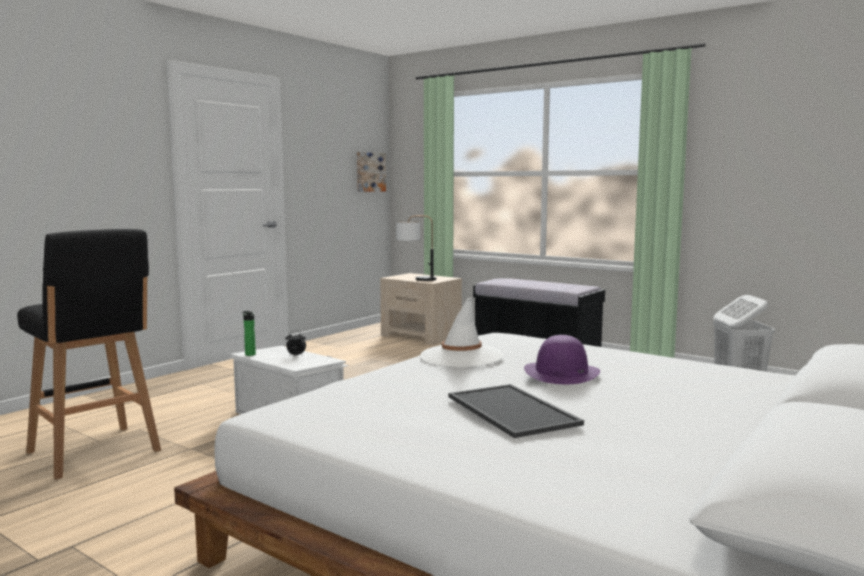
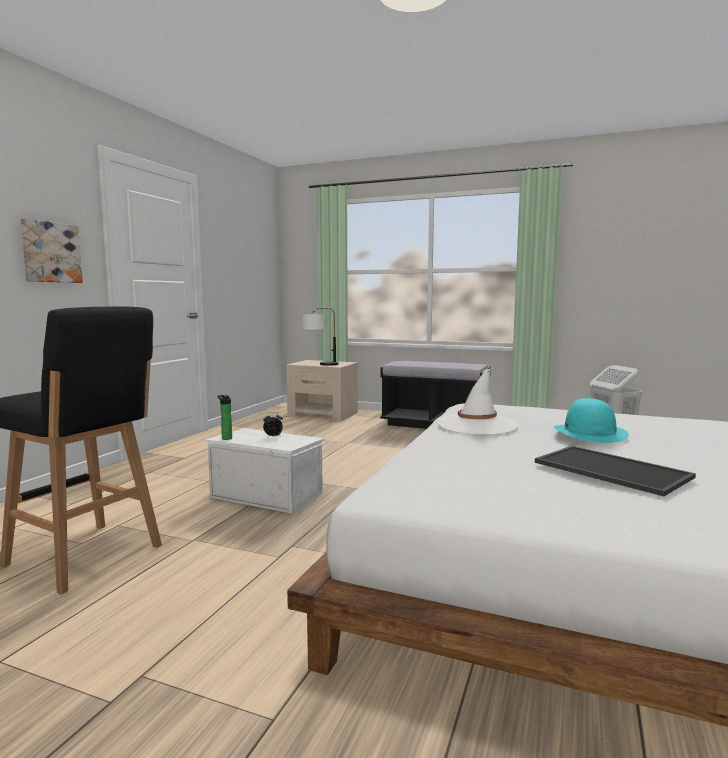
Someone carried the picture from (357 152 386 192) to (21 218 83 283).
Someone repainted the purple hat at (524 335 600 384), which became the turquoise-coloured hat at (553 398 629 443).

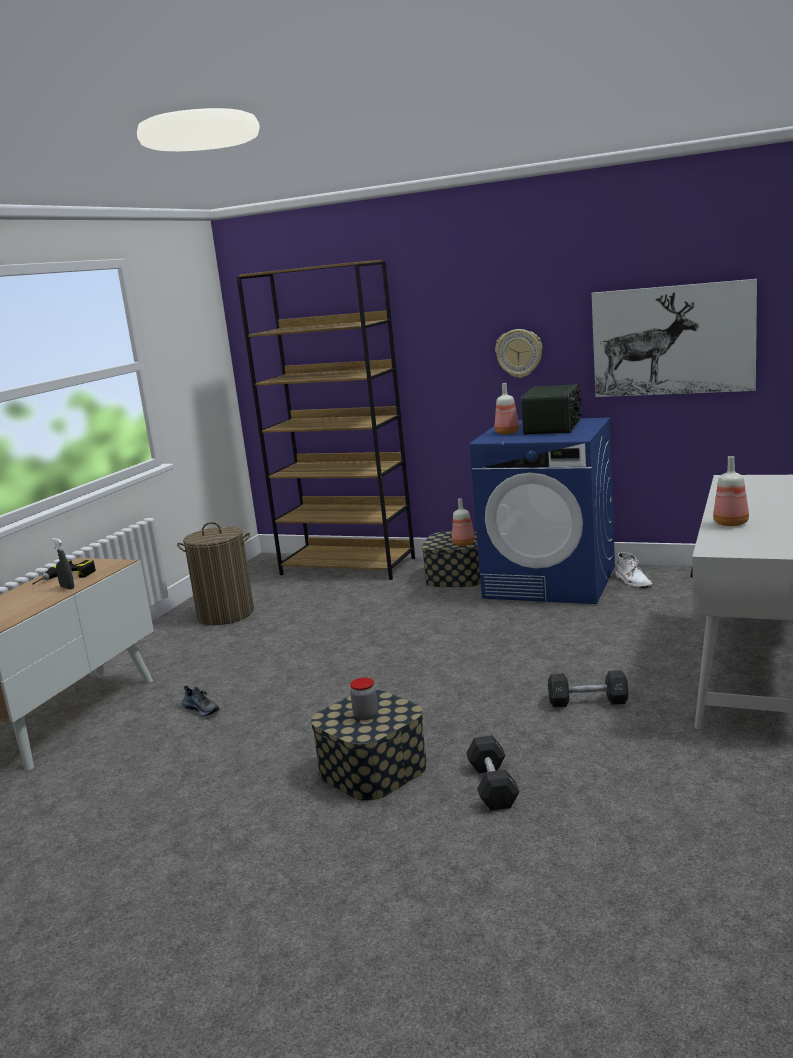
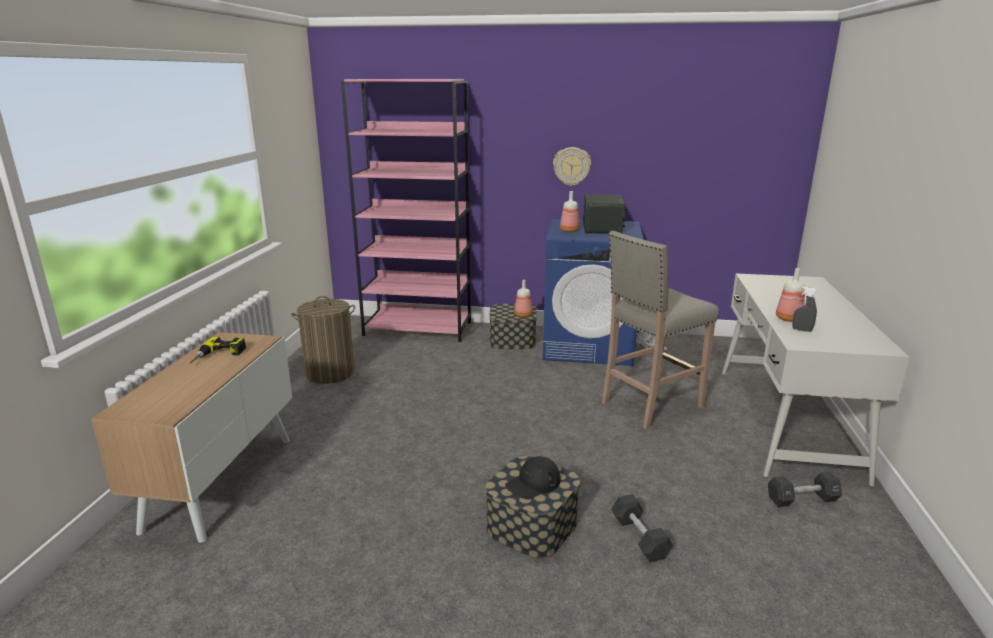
Someone repainted the brownish bookcase at (237 260 415 580), which became the pinkish bookcase at (341 79 471 342).
Someone took away the picture at (592 279 757 397).
Someone carried the grey sprayer from (52 538 74 590) to (793 286 817 332).
Someone carried the black-coloured free weight from (548 670 628 707) to (768 472 842 507).
Someone swapped the storage jar at (350 678 378 720) for the black-coloured peaked cap at (505 456 560 499).
Someone took away the item of footwear at (181 685 220 717).
Someone put down the beige stool at (602 231 719 429).

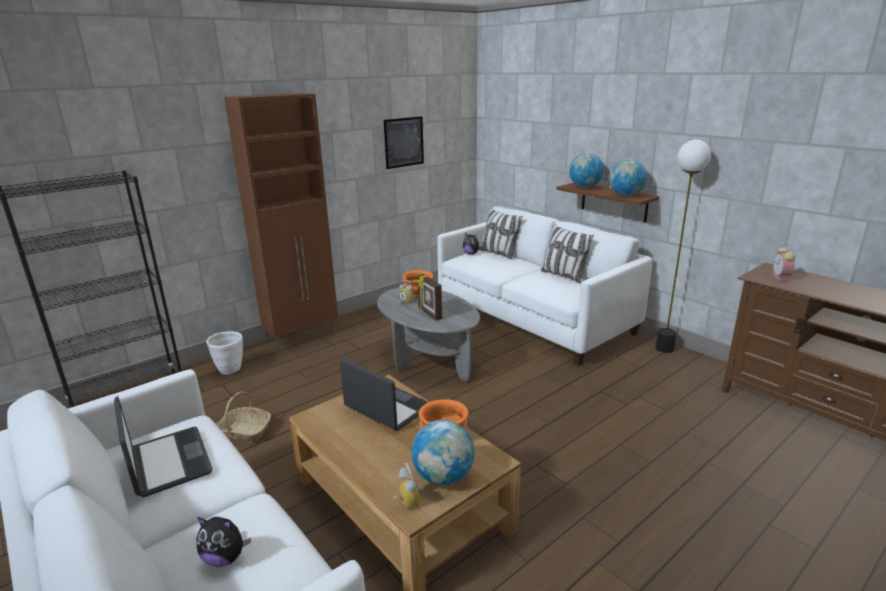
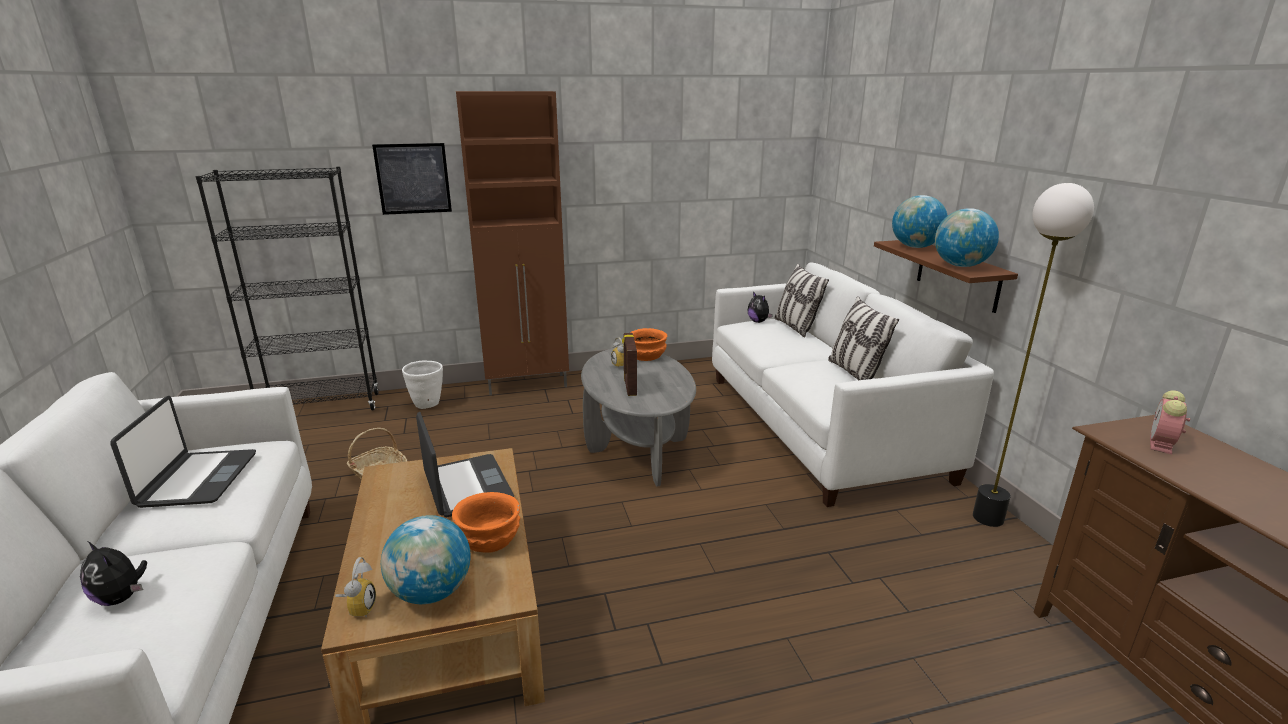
Someone carried the picture from (384 116 424 169) to (372 143 452 215).

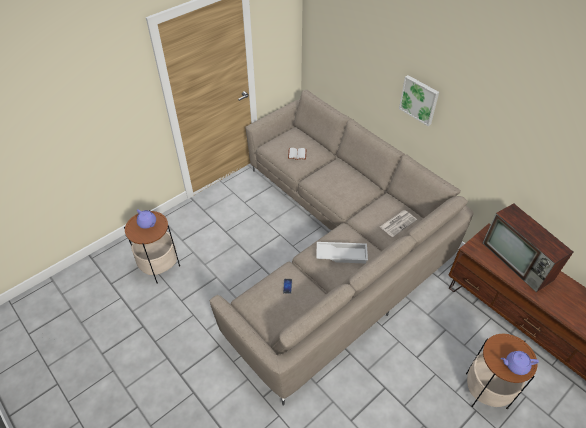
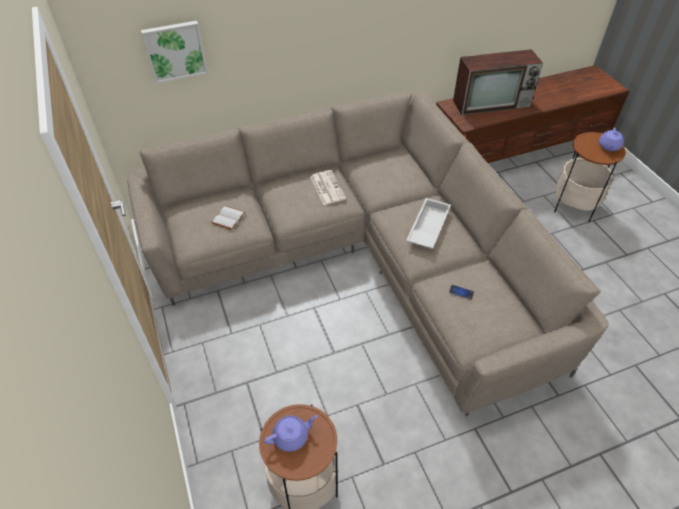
Someone carried the picture from (399 75 439 126) to (141 21 208 84).
Someone carried the daily paper from (380 210 417 237) to (310 170 346 205).

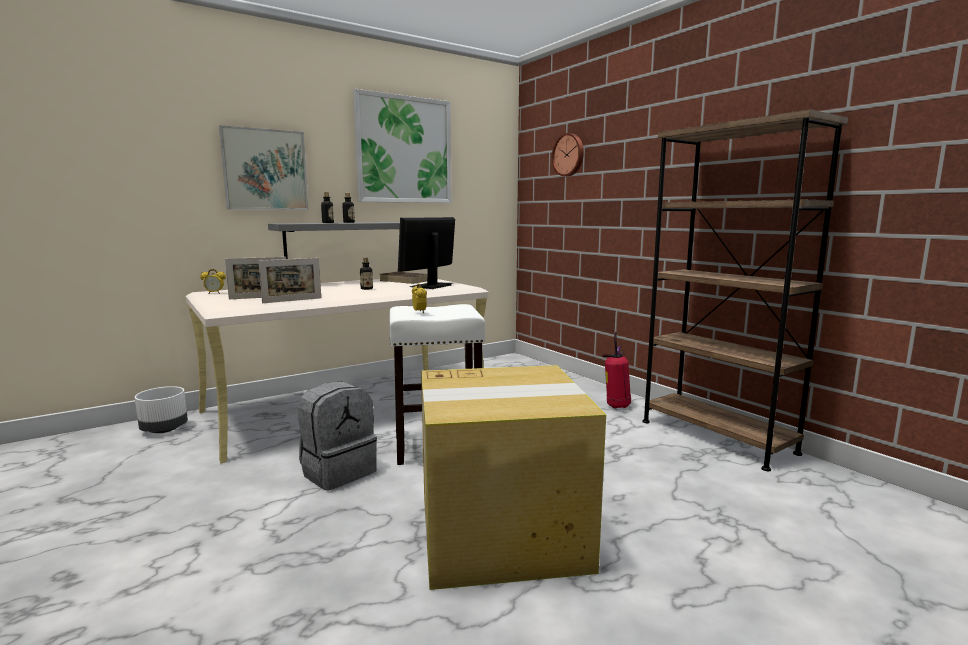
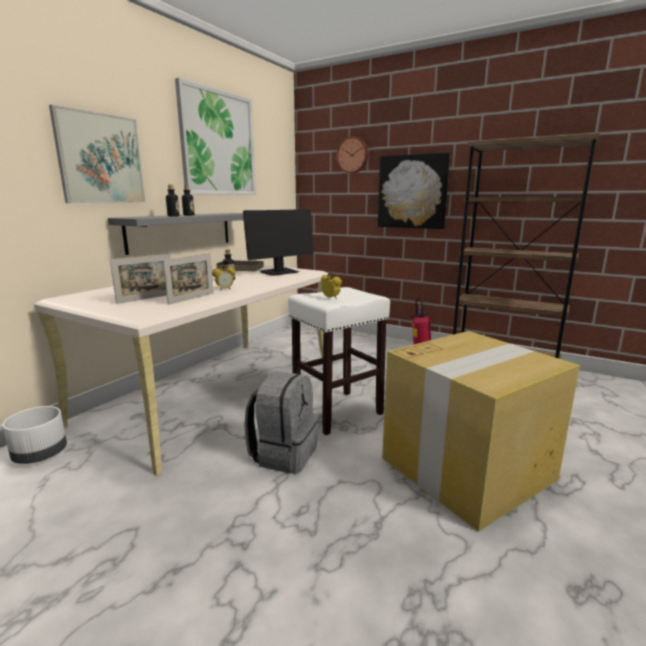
Someone rotated the computer display at (398 217 455 289) by 135 degrees counterclockwise.
Someone carried the bedside clock from (200 269 226 294) to (212 265 235 290).
Someone put up the picture at (378 152 450 229).

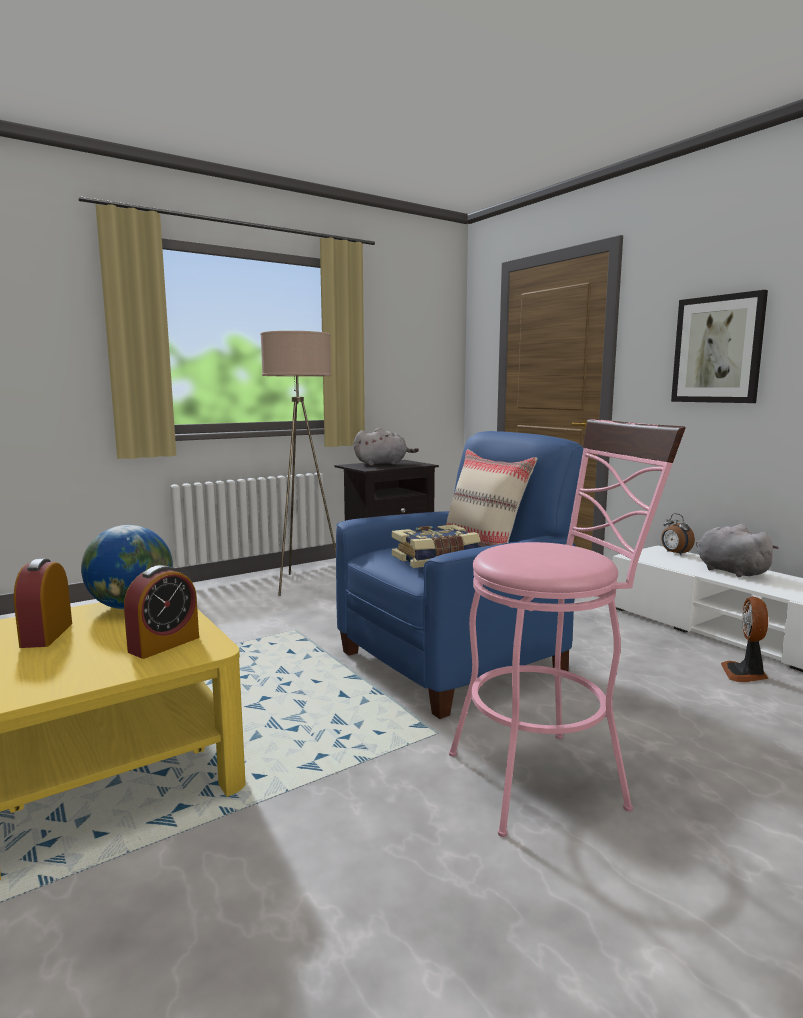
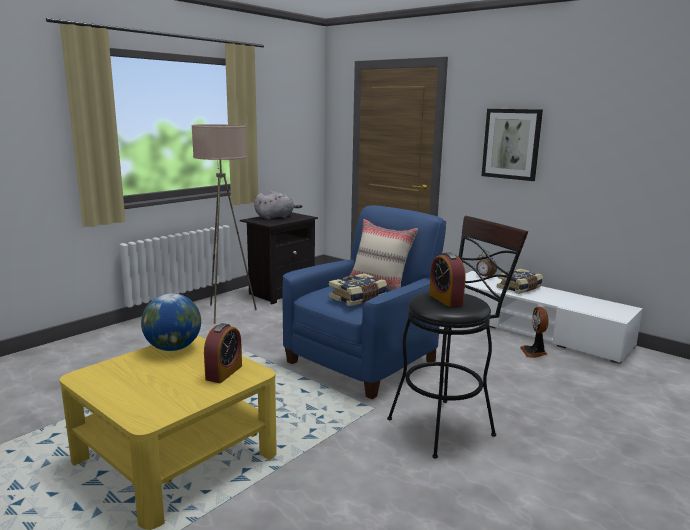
Someone repainted the pinkish stool at (449 419 686 837), which became the black-coloured stool at (387 216 528 459).
Someone swapped the grey soft toy at (696 524 778 577) for the volume at (497 269 543 294).
Someone carried the bedside clock from (14 559 72 648) to (429 252 466 307).

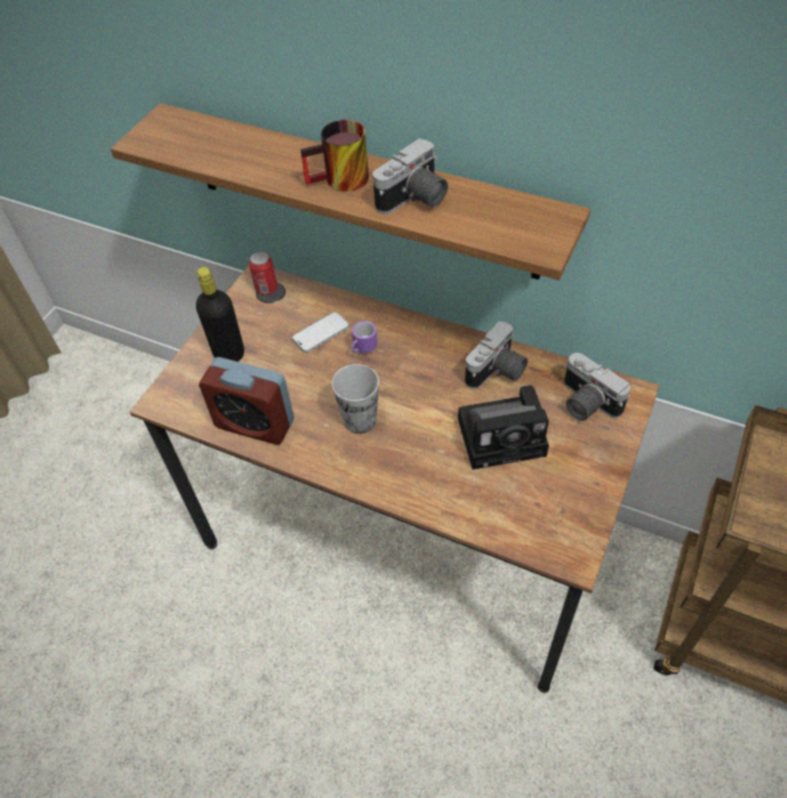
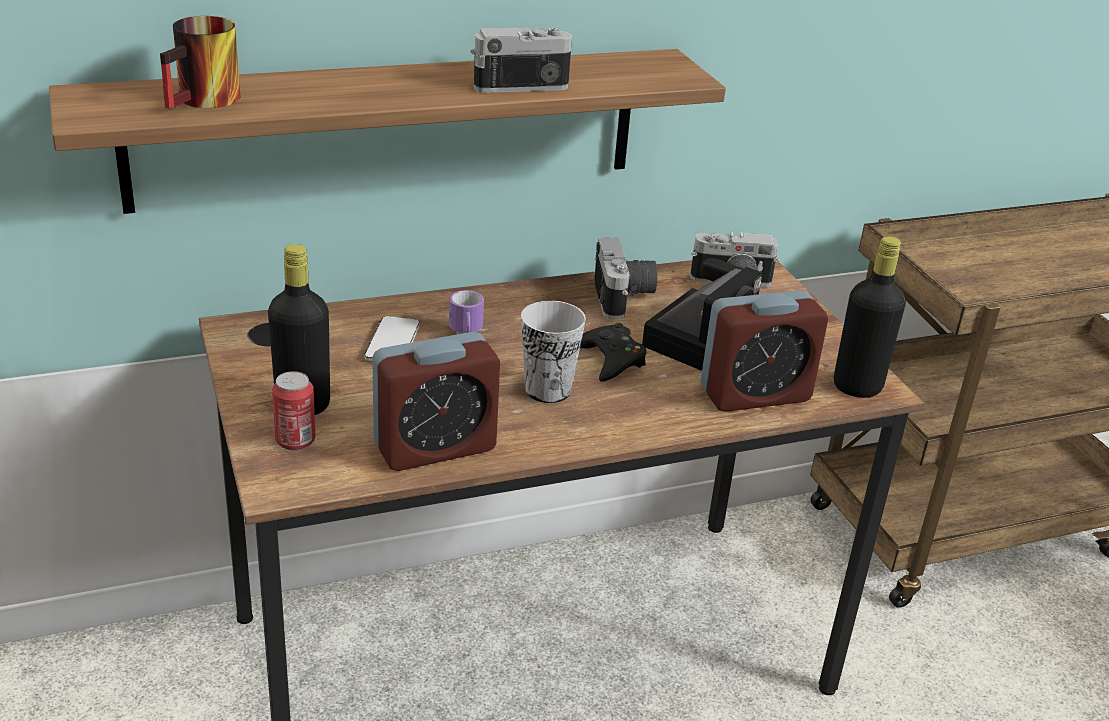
Someone carried the coffee mug from (300 120 369 192) to (160 16 240 109).
Someone rotated the still camera at (373 138 448 214) by 105 degrees counterclockwise.
Someone carried the can from (249 251 278 295) to (272 371 315 451).
Someone put down the black-coloured bottle at (834 236 906 398).
Someone put down the bedside clock at (701 290 828 412).
Someone put down the black-coloured joypad at (580 323 647 382).

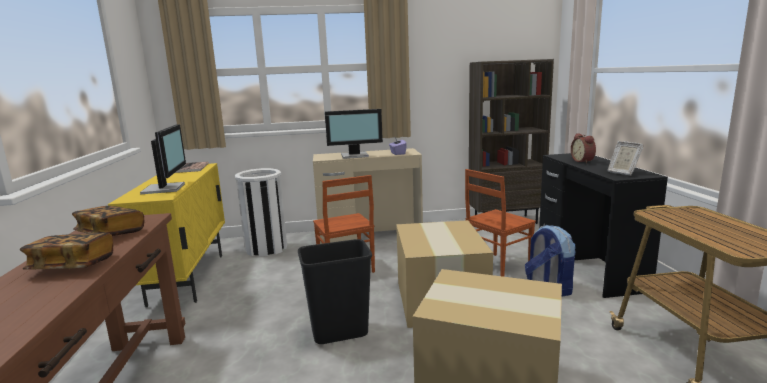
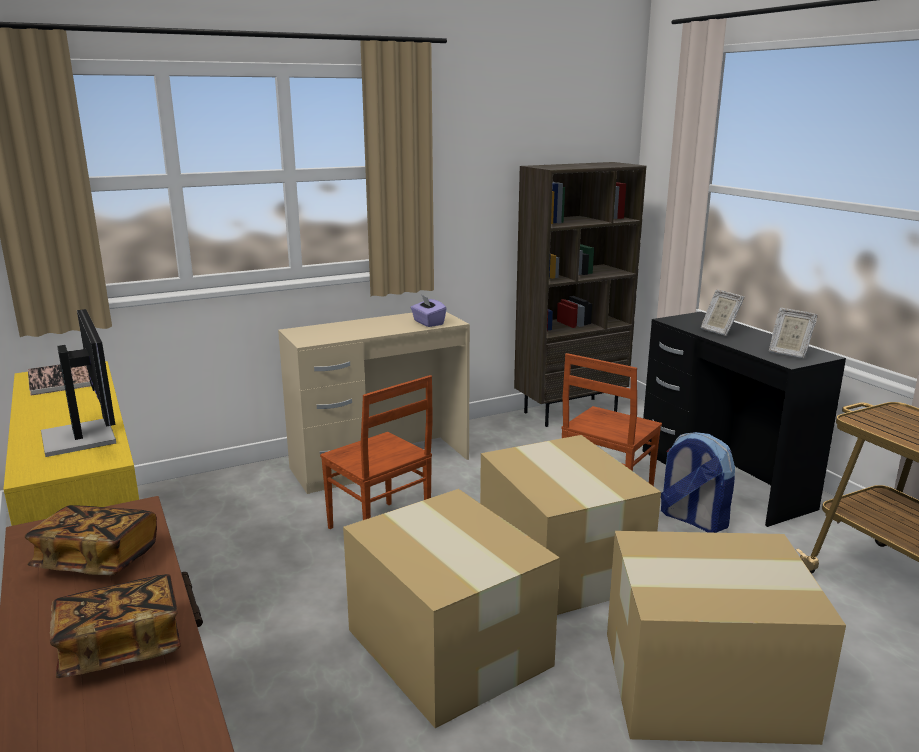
Someone took away the computer display at (325 109 383 159).
Someone swapped the bedside clock at (571 134 596 163) for the photo frame at (701 290 744 336).
Someone took away the white-coloured trash can at (235 168 287 257).
Someone swapped the black-coloured trash can at (298 239 372 344) for the packing box at (343 489 560 728).

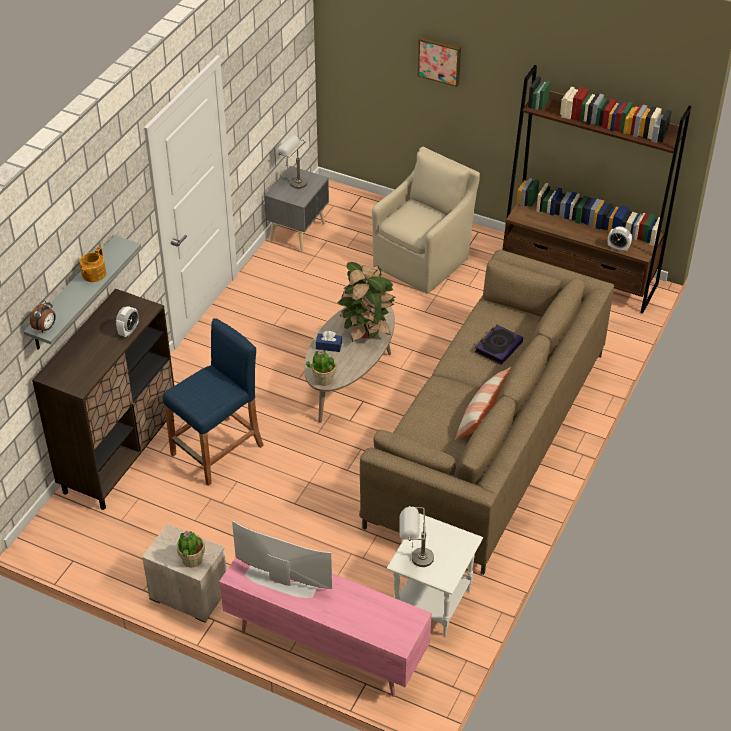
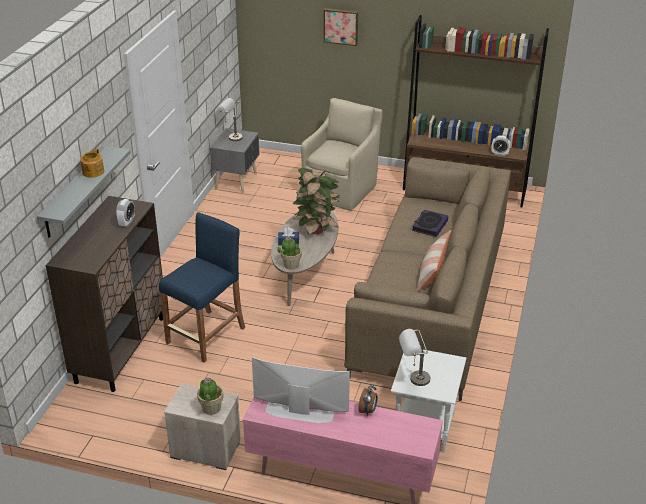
Someone carried the bedside clock from (30 300 56 333) to (358 384 378 415).

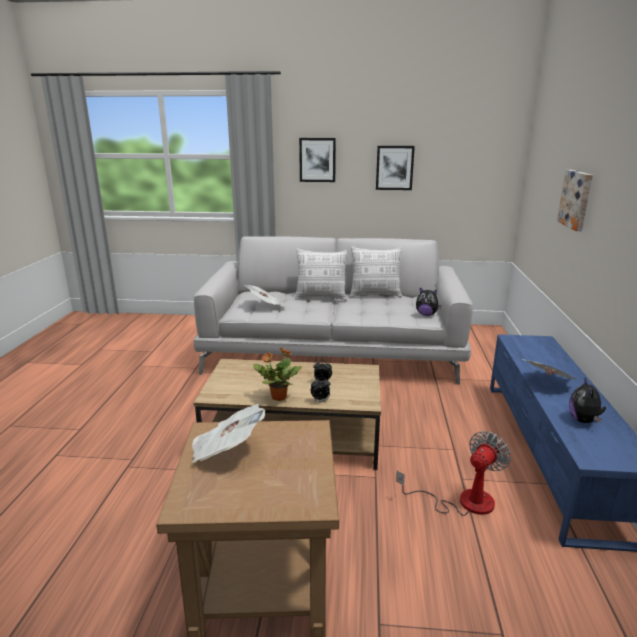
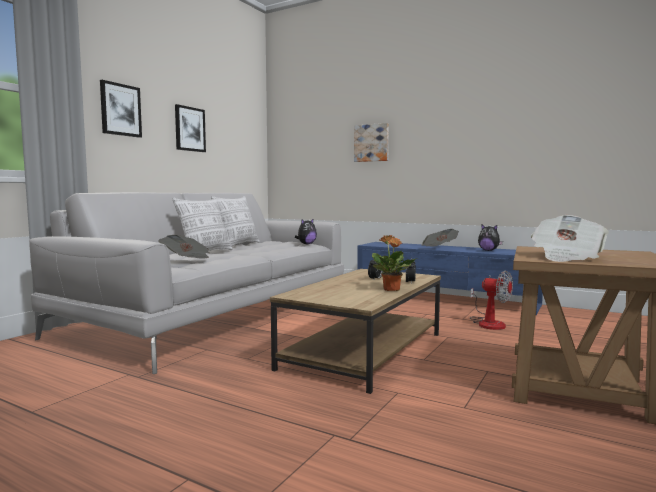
Someone rotated the fan at (396 431 511 516) by 150 degrees clockwise.

